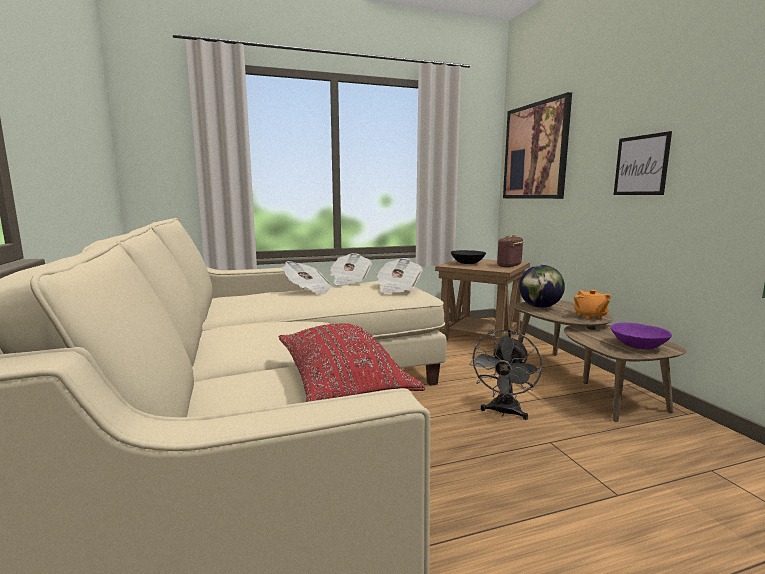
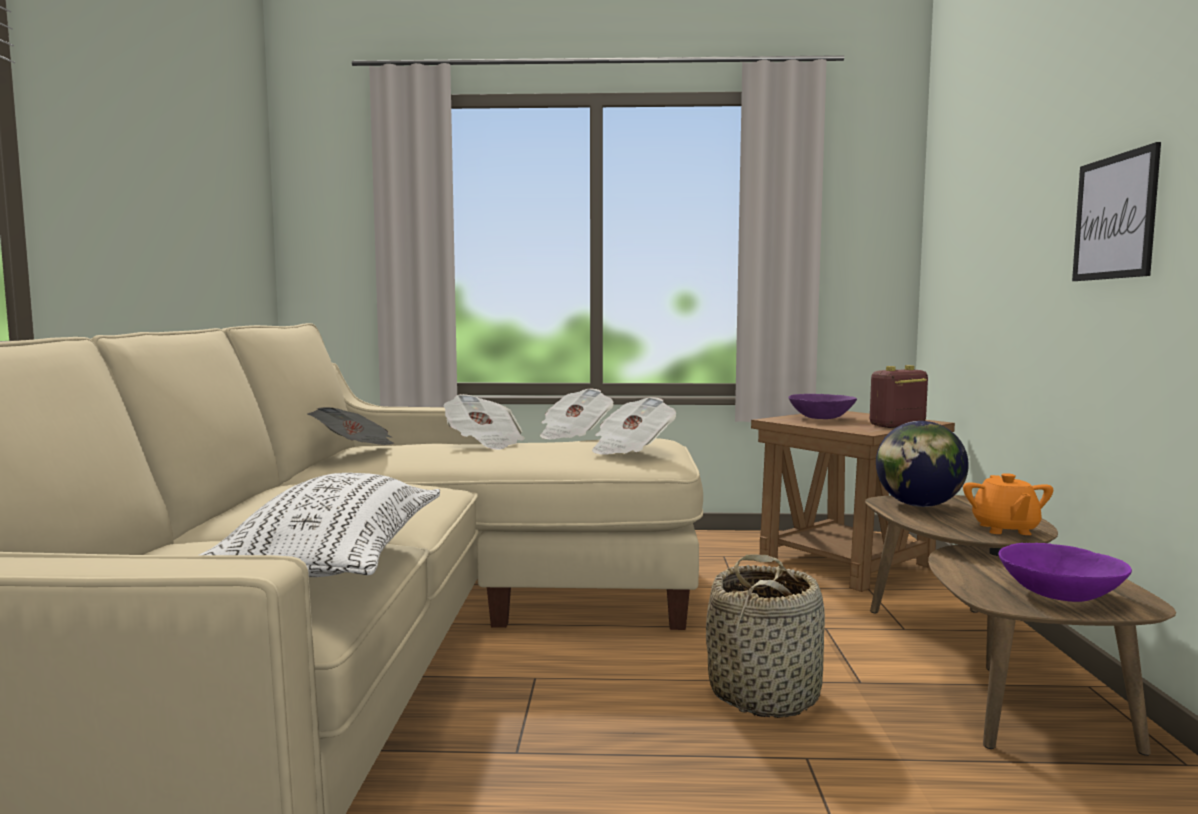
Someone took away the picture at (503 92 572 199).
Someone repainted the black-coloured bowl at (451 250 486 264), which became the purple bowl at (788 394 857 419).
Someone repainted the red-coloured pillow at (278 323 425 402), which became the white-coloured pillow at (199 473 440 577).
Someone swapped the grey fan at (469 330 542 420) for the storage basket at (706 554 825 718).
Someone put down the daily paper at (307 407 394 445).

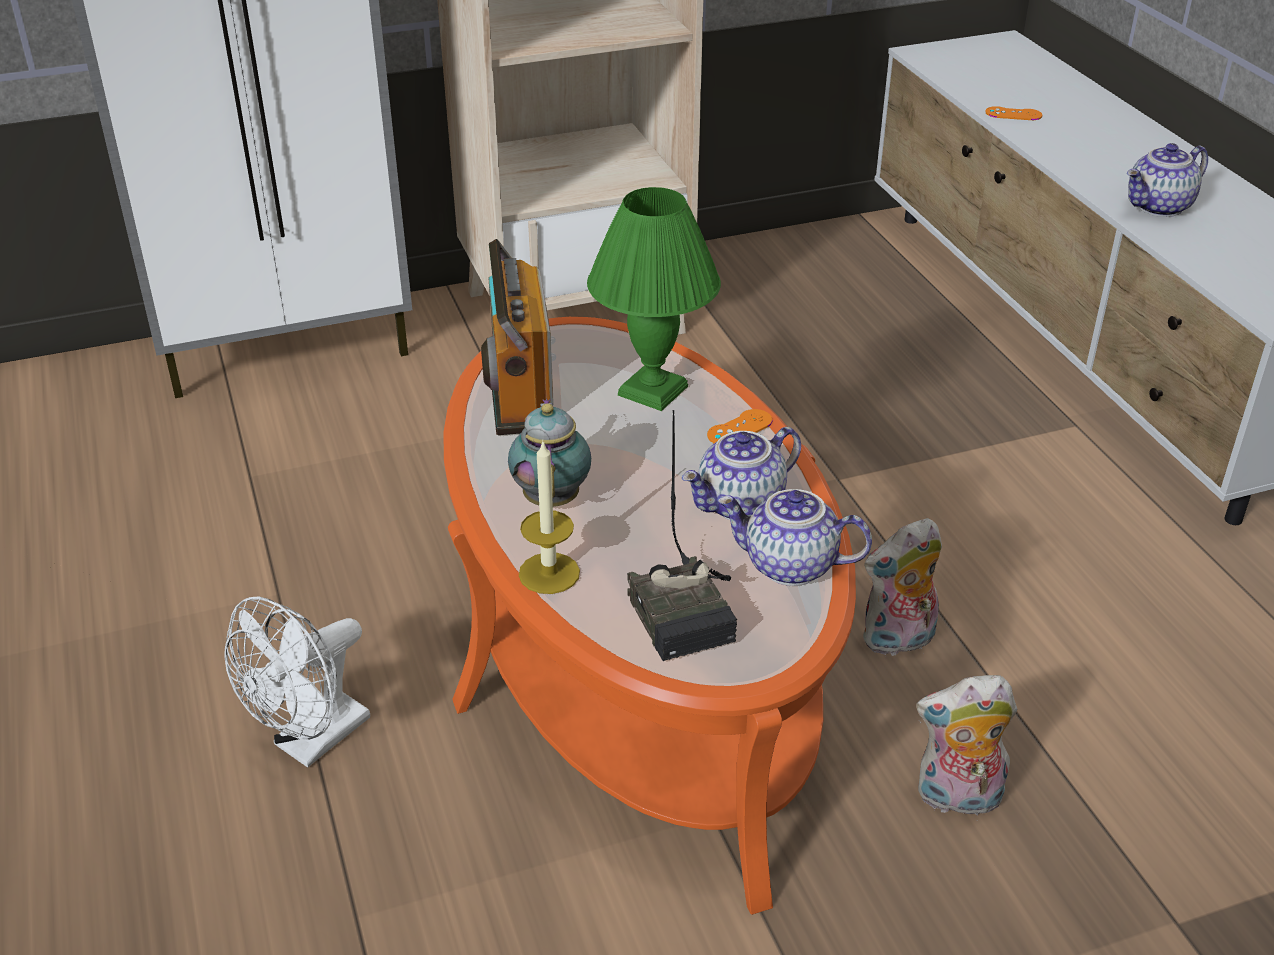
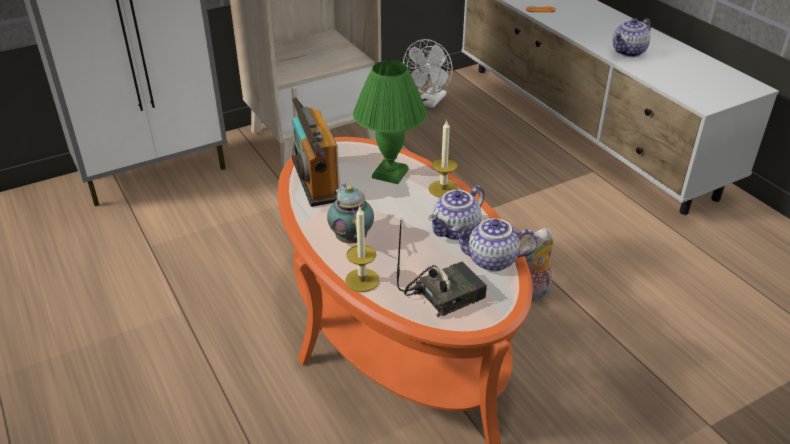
Someone swapped the orange-coloured joypad at (707 409 773 443) for the candle at (429 120 458 198).
Someone rotated the radio set at (627 410 737 661) by 90 degrees counterclockwise.
Someone carried the white-coloured fan from (224 596 370 768) to (403 39 453 108).
Someone took away the soft toy at (916 675 1017 815).

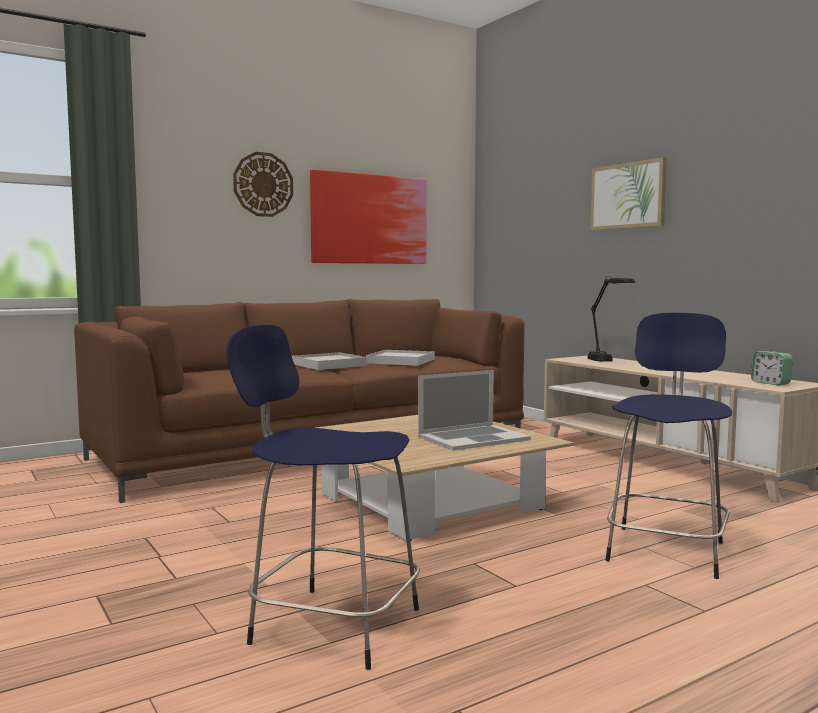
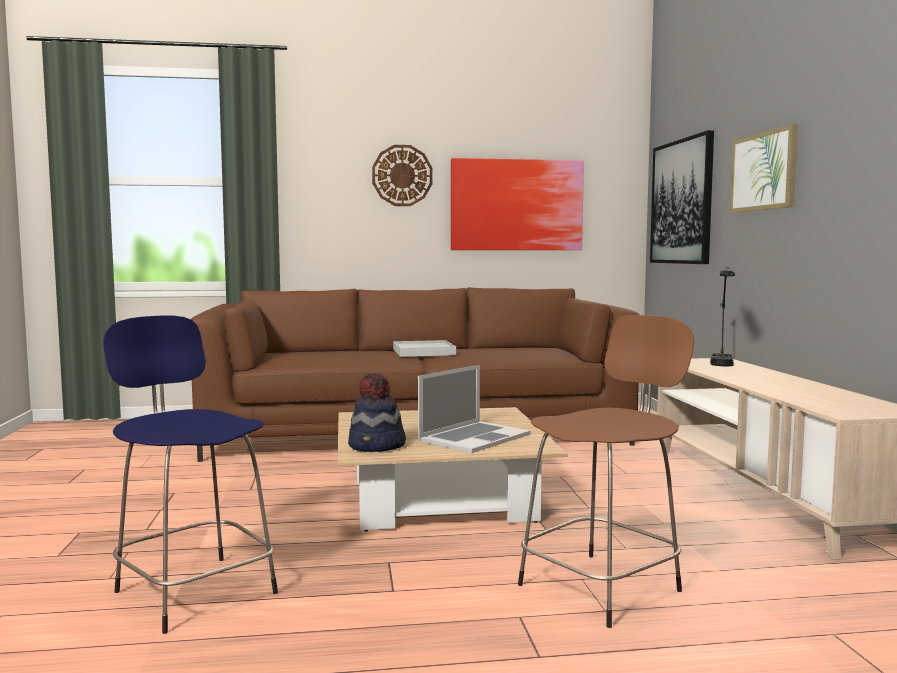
Someone repainted the blue-coloured stool at (605 313 732 579), which became the brownish stool at (518 315 694 628).
Someone took away the white-coloured serving tray at (366 350 435 366).
Someone took away the bedside clock at (751 351 793 385).
Someone rotated the laptop at (418 370 531 451) by 45 degrees counterclockwise.
Someone put up the picture at (650 130 714 264).
Someone put down the hat at (348 373 406 452).

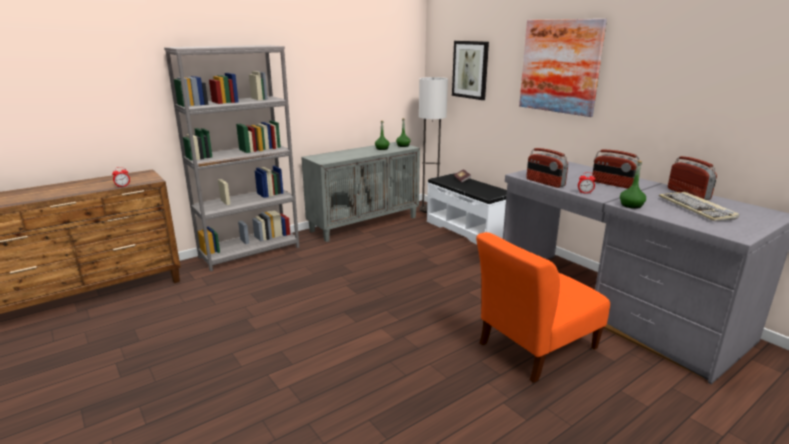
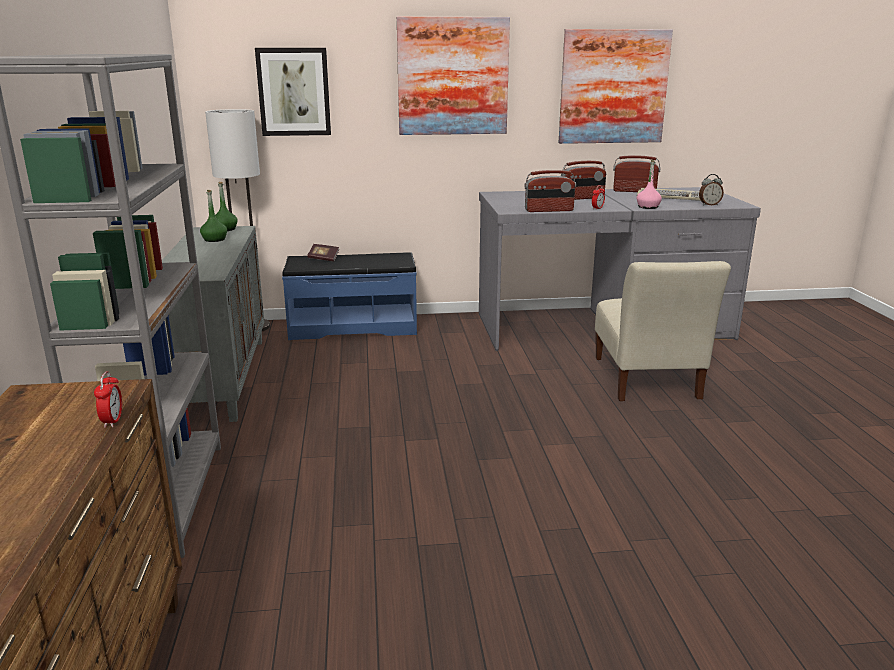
Someone repainted the green-coloured bottle at (620 160 646 209), which became the pinkish bottle at (636 160 662 209).
Someone repainted the white-coloured long seat at (427 173 507 244), which became the blue-coloured long seat at (282 252 417 340).
Someone repainted the orange-coloured upright chair at (476 232 610 383), which became the beige upright chair at (595 261 731 401).
Someone put up the picture at (559 29 673 144).
Someone put down the bedside clock at (699 174 724 206).

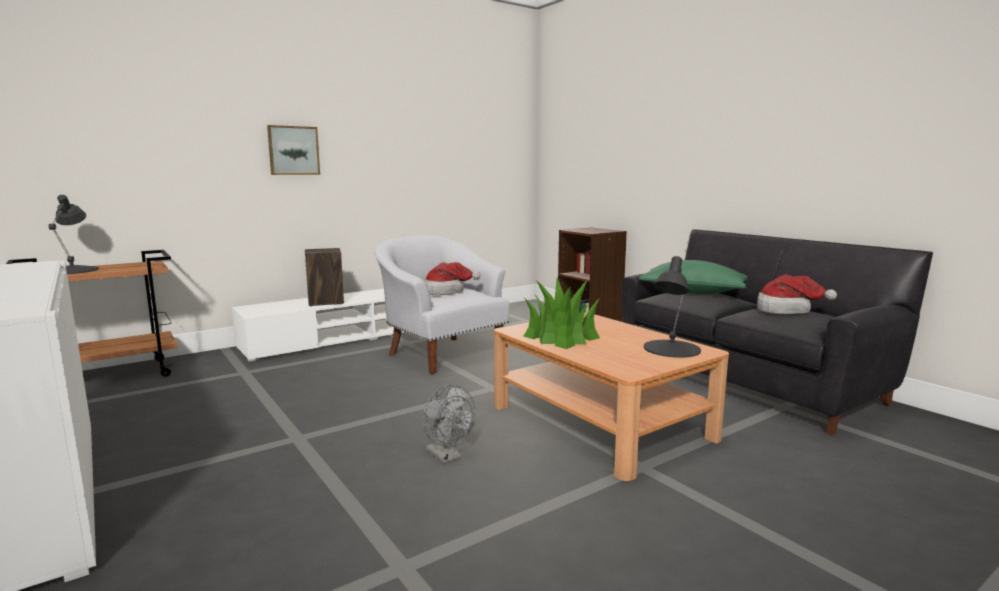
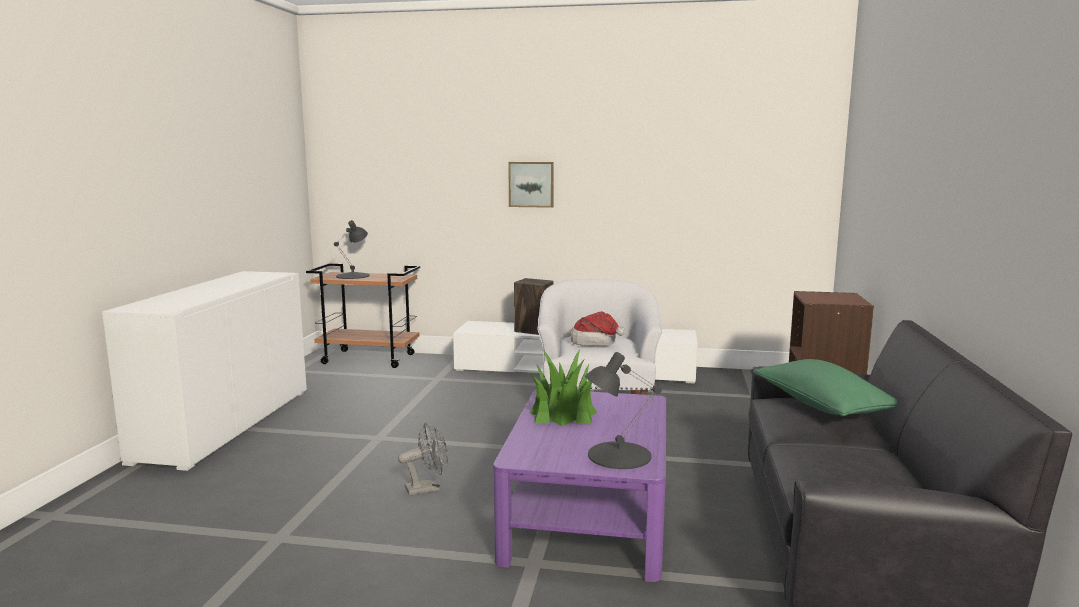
Someone took away the hat at (757 274 837 314).
Someone repainted the brownish low table at (494 312 729 481), which became the purple low table at (493 390 666 582).
Someone rotated the grey fan at (423 385 475 463) by 120 degrees counterclockwise.

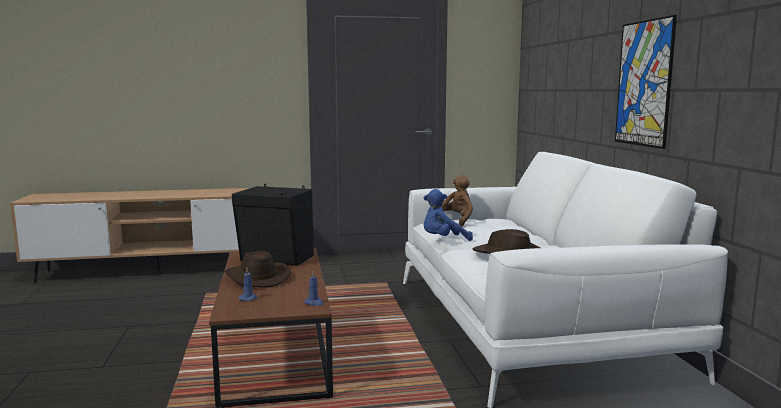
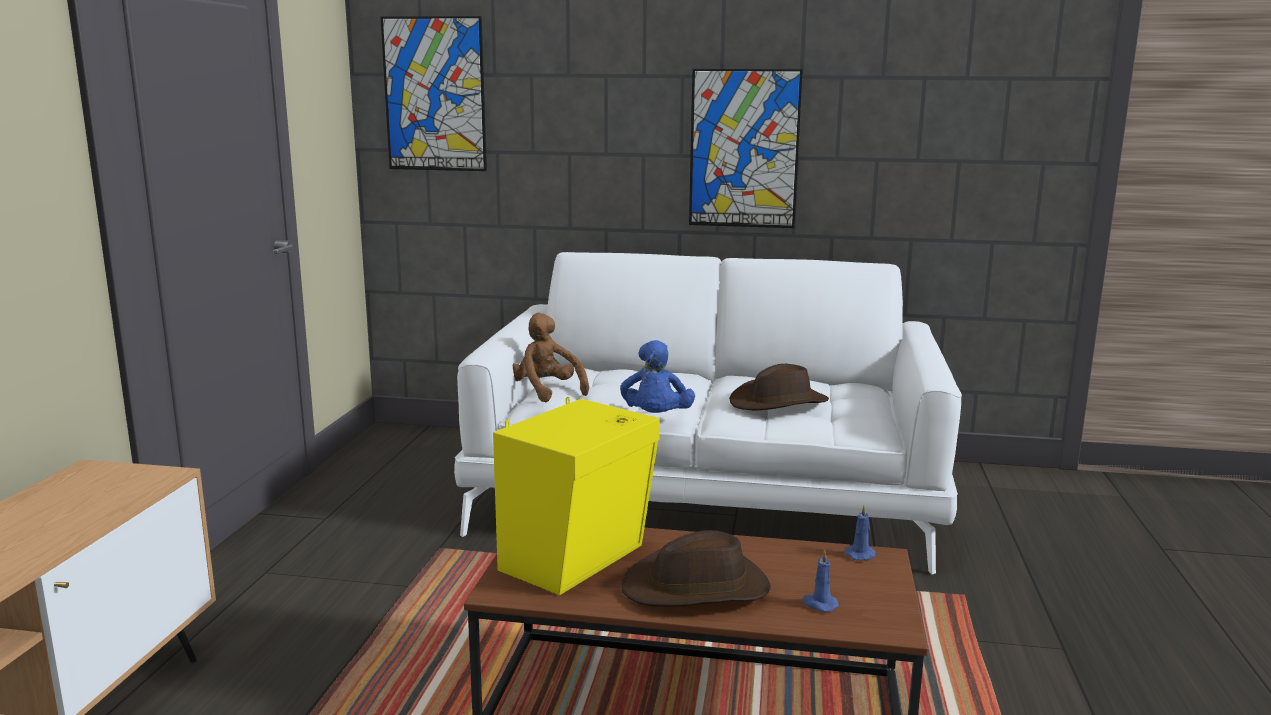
Someone repainted the black-coloured speaker at (232 184 314 266), which became the yellowish speaker at (493 397 660 595).
Someone put up the picture at (381 16 487 171).

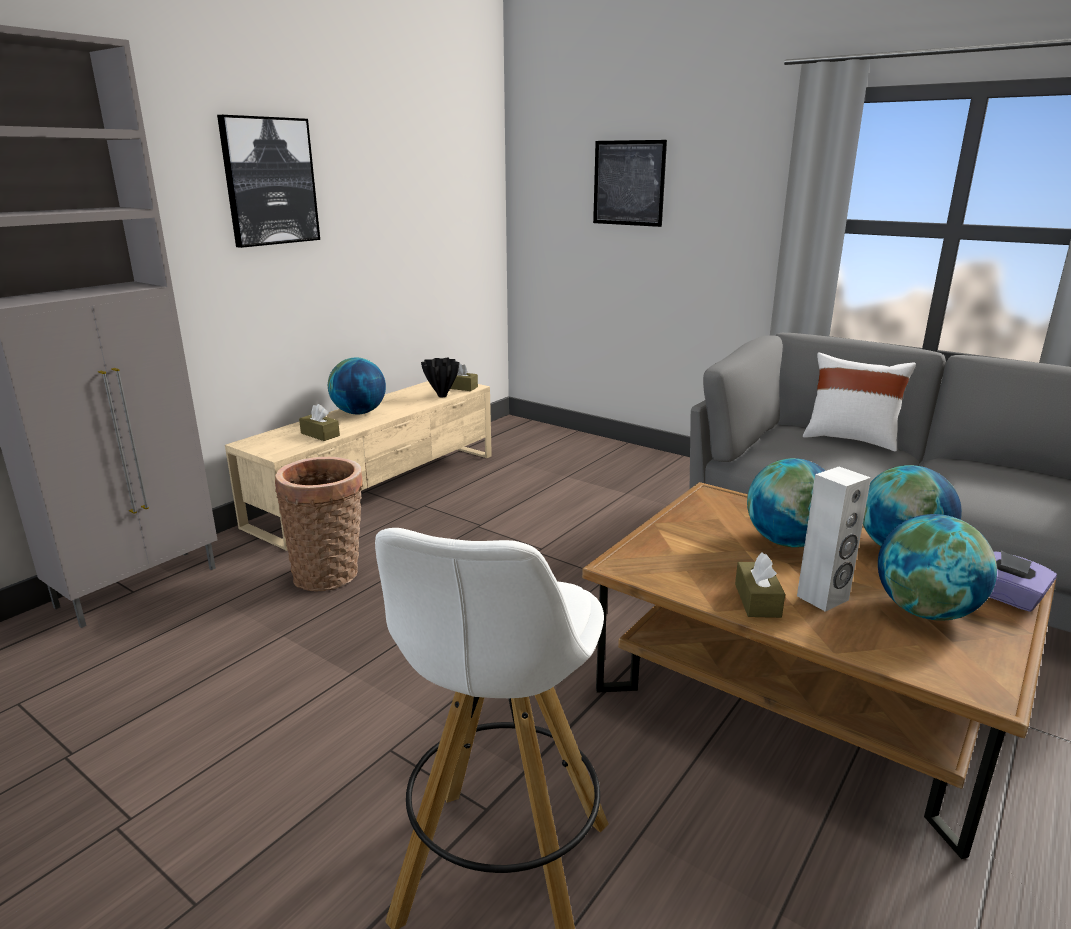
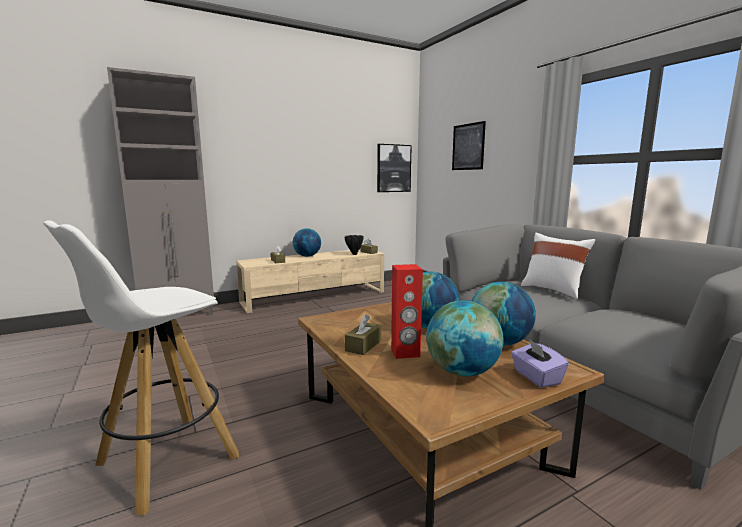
Someone carried the picture from (217 115 320 248) to (377 144 412 192).
Someone took away the storage basket at (275 457 363 591).
Someone repainted the white-coloured speaker at (797 467 871 612), which became the red-coloured speaker at (391 264 423 359).

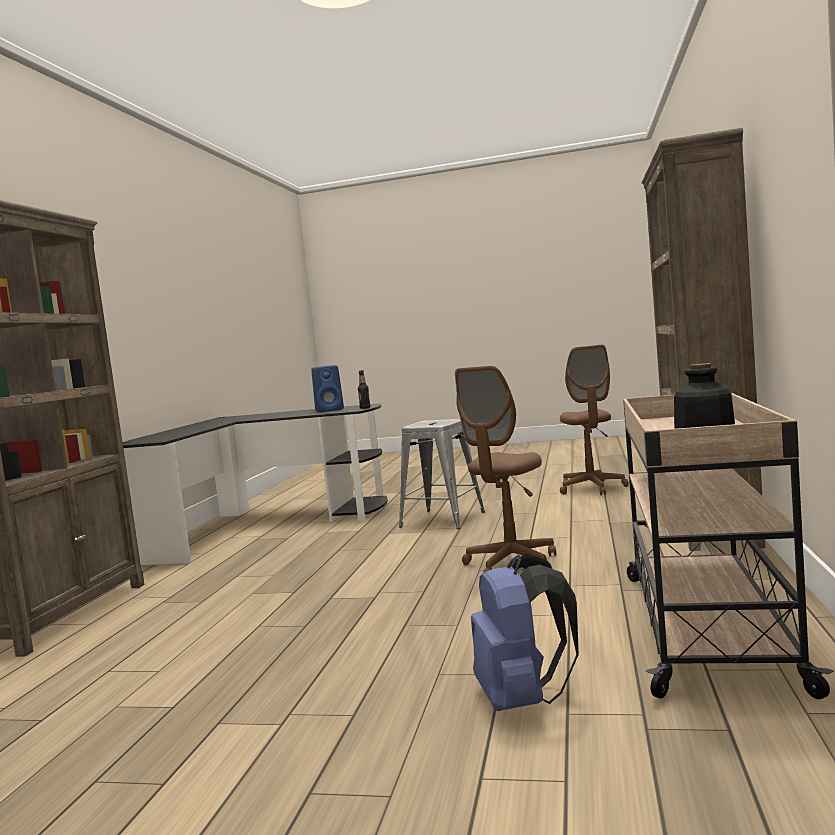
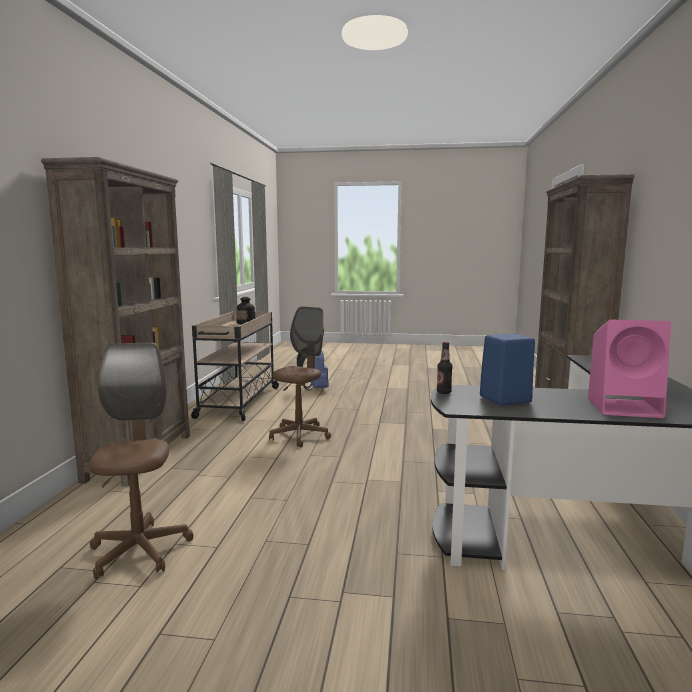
Someone took away the grey stool at (399 419 485 529).
Someone put down the pinkish speaker at (588 320 671 418).

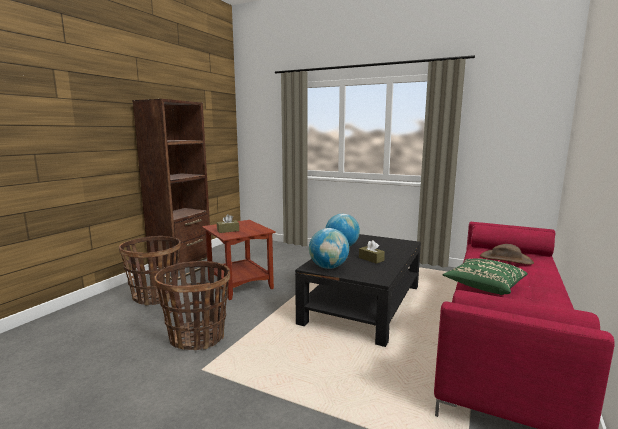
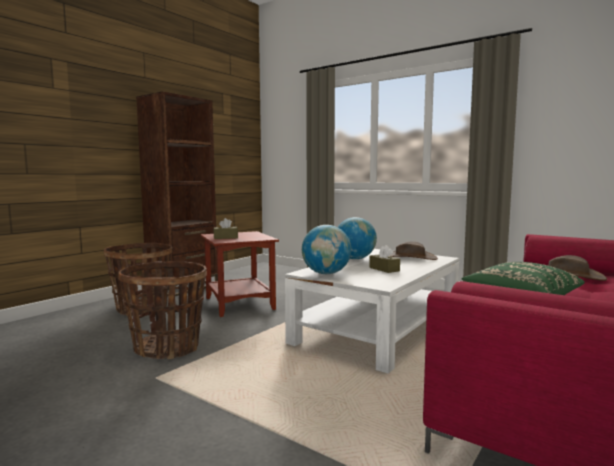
Someone repainted the black-coloured low table at (295 234 421 347), which became the white-coloured low table at (285 249 459 374).
Someone put down the brownish hat at (389 241 438 260).

